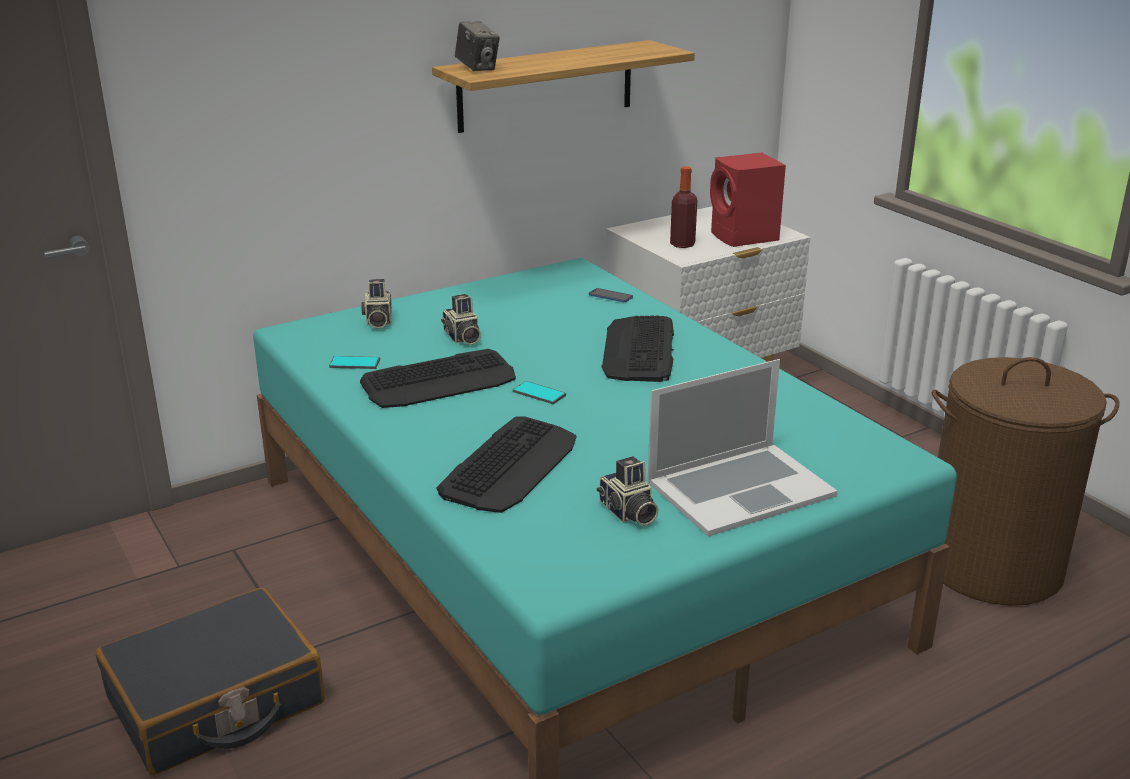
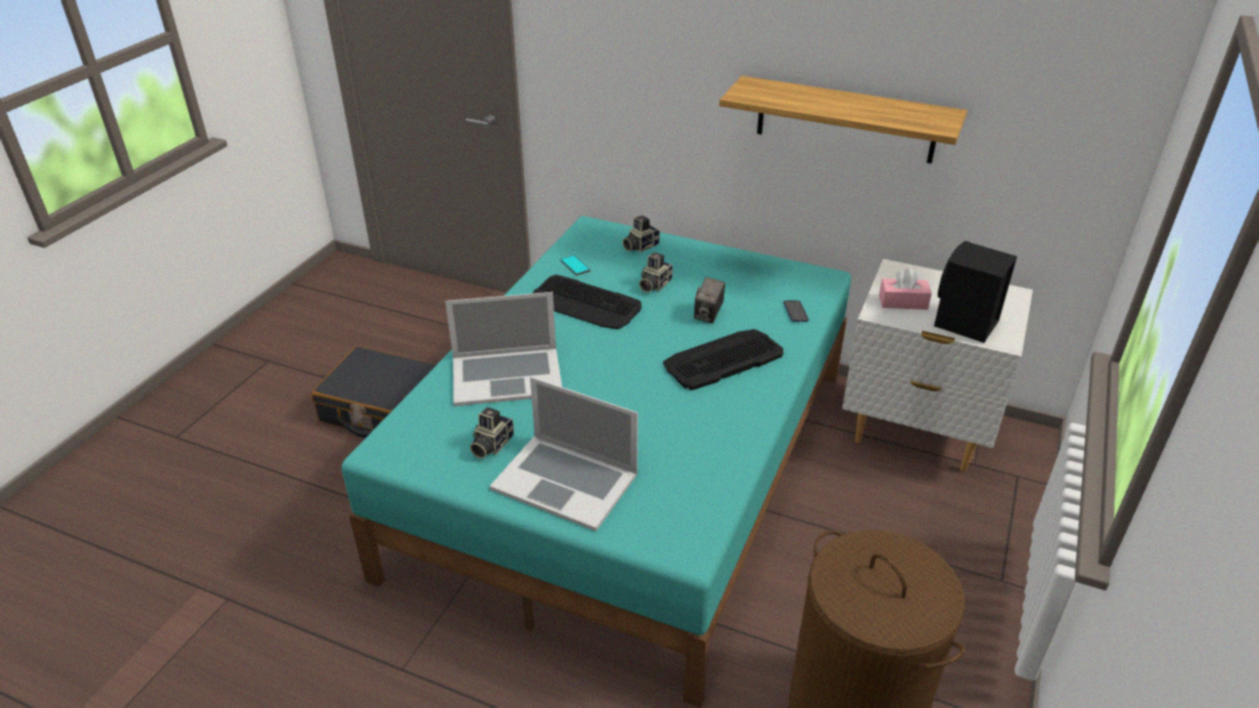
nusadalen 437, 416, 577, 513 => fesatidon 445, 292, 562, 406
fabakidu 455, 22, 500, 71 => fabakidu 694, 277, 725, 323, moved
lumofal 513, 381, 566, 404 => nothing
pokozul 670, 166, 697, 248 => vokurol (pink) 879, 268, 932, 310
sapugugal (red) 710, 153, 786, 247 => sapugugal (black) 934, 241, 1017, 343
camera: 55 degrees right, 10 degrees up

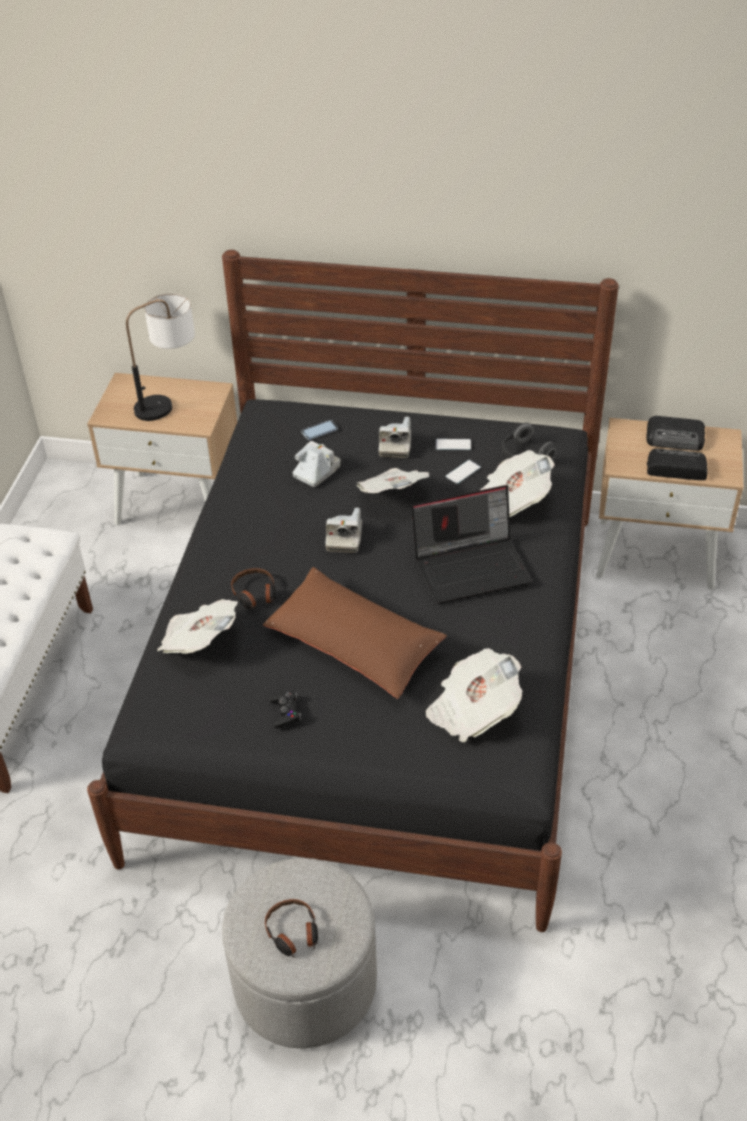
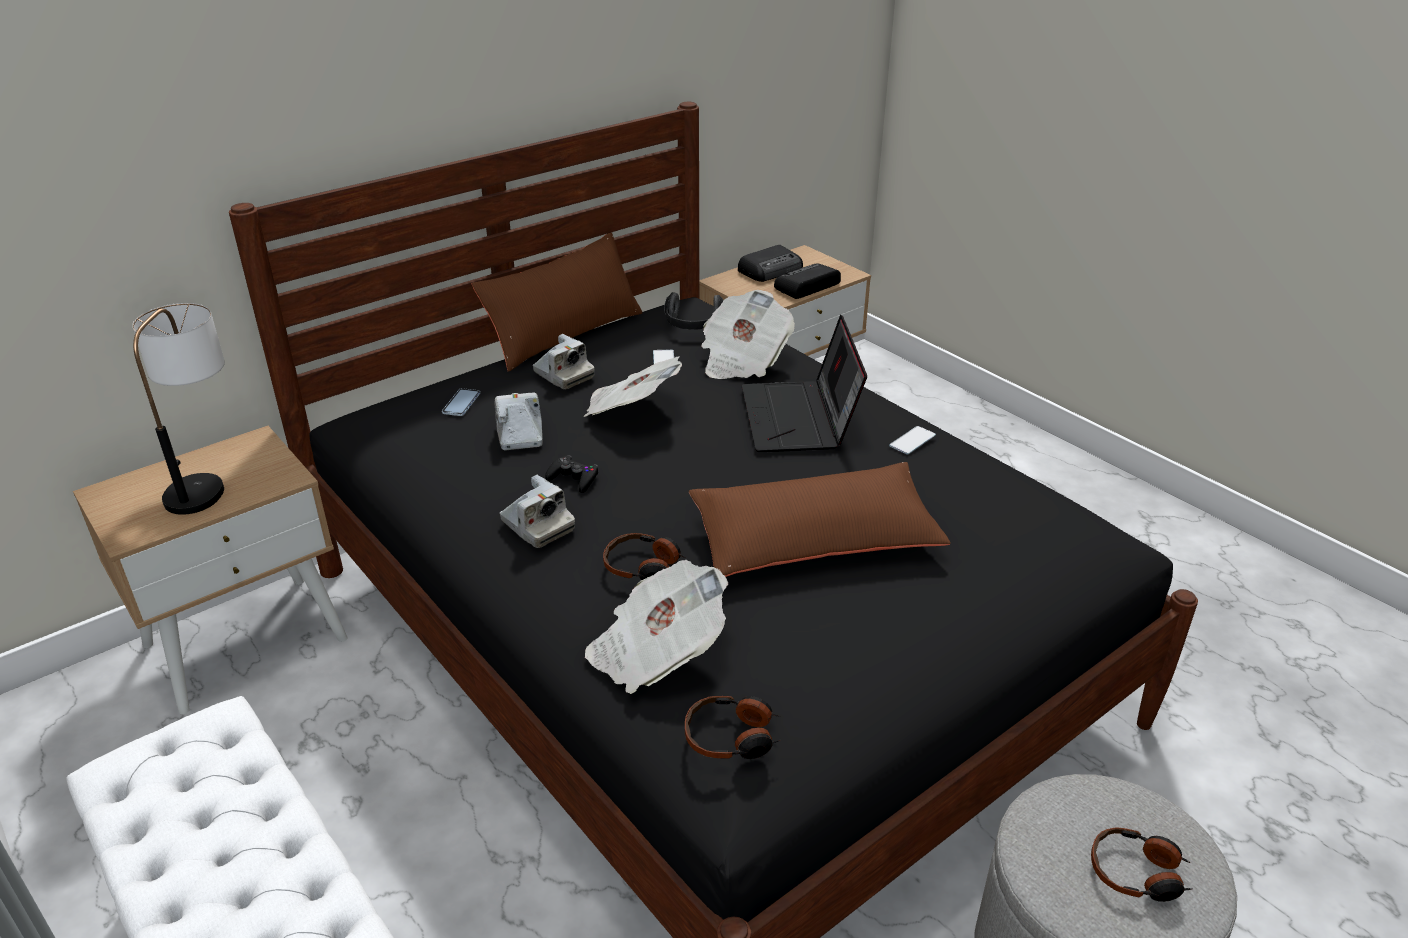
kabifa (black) 269, 691, 301, 729 => kabifa (black) 545, 455, 598, 493, moved
fabakidu 325, 508, 362, 553 => fabakidu 500, 475, 575, 548, moved
fesatidon 411, 485, 531, 604 => fesatidon 741, 315, 867, 452, 150 degrees clockwise
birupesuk 426, 648, 523, 742 => nothing
lumofal 436, 439, 471, 450 => lumofal 889, 426, 936, 454, moved
nothing => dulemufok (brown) 472, 232, 643, 372
nothing => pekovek 685, 696, 781, 759
camera: 50 degrees left, 10 degrees down

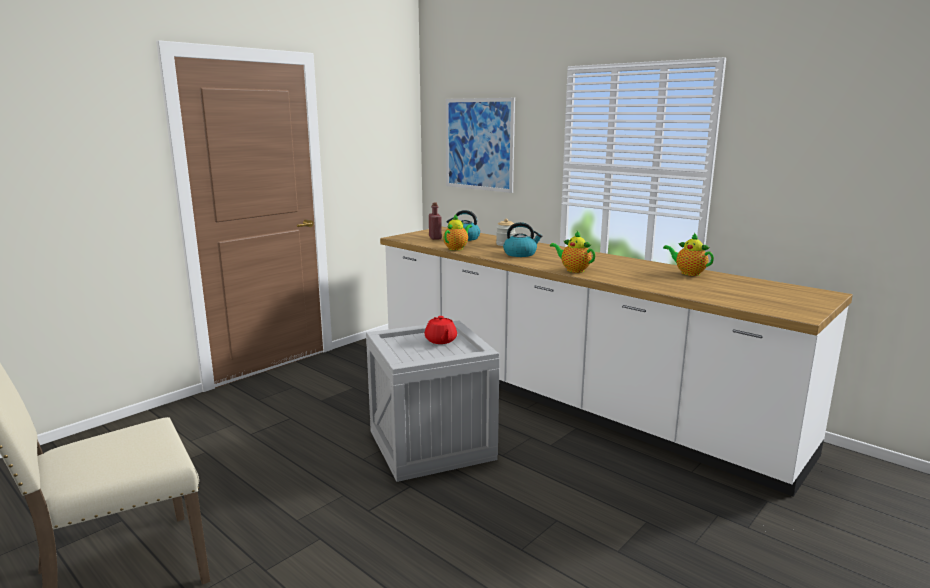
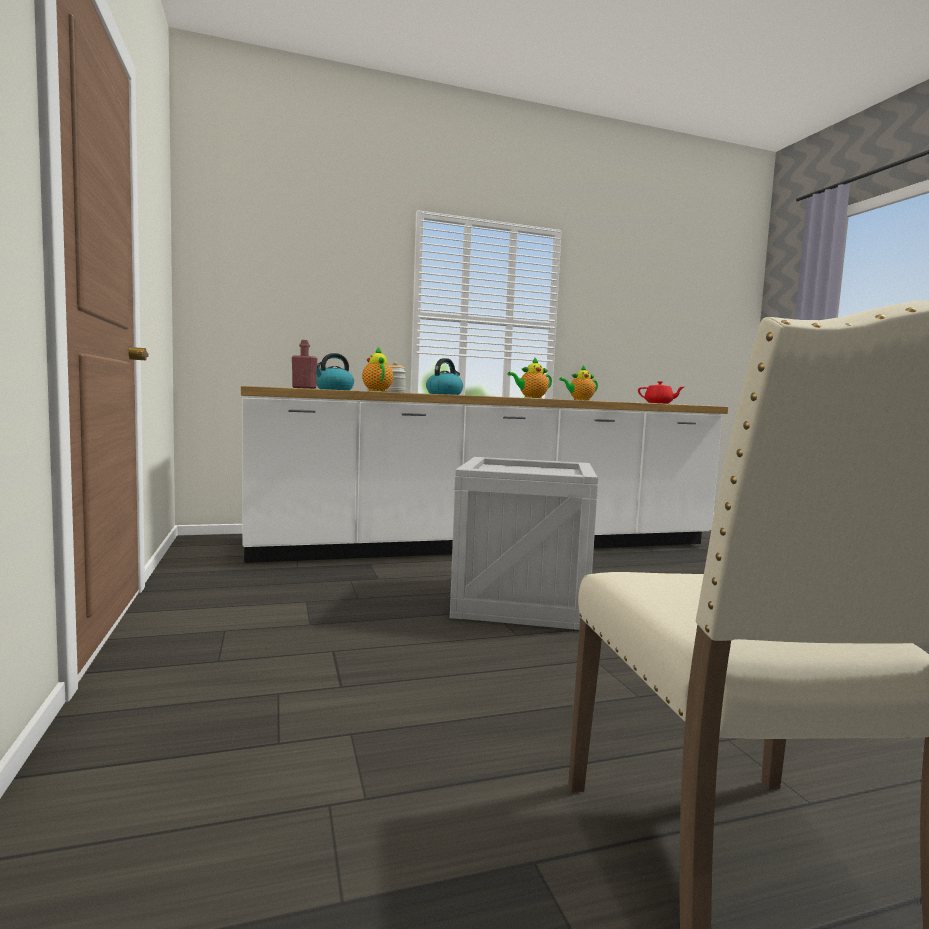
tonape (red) 425, 316, 457, 344 => tonape (red) 638, 381, 684, 404, moved
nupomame 446, 98, 515, 193 => nothing
camera: 60 degrees left, 10 degrees down

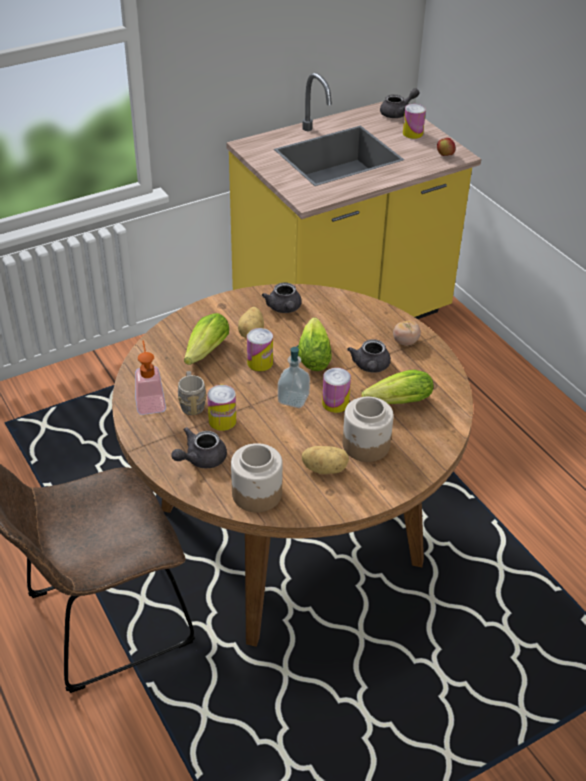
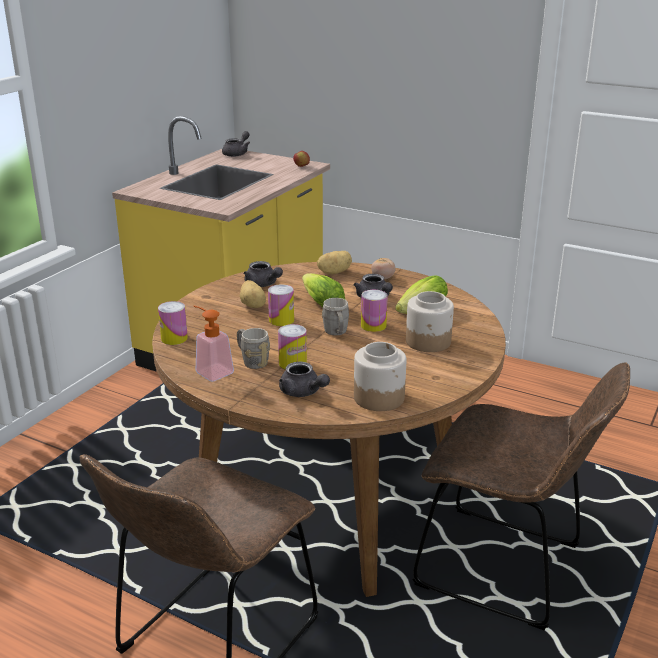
tonape (grey) 171, 427, 227, 469 => tonape (grey) 279, 362, 330, 397, 60 degrees counterclockwise
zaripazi 184, 313, 229, 365 => nothing
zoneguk 278, 345, 310, 408 => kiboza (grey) 322, 298, 349, 335
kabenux 302, 446, 349, 474 => kabenux 317, 251, 352, 274, moved
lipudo 403, 104, 426, 139 => lipudo 158, 301, 188, 345, moved
nothing => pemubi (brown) 412, 362, 630, 631
camera: 30 degrees left, 15 degrees down

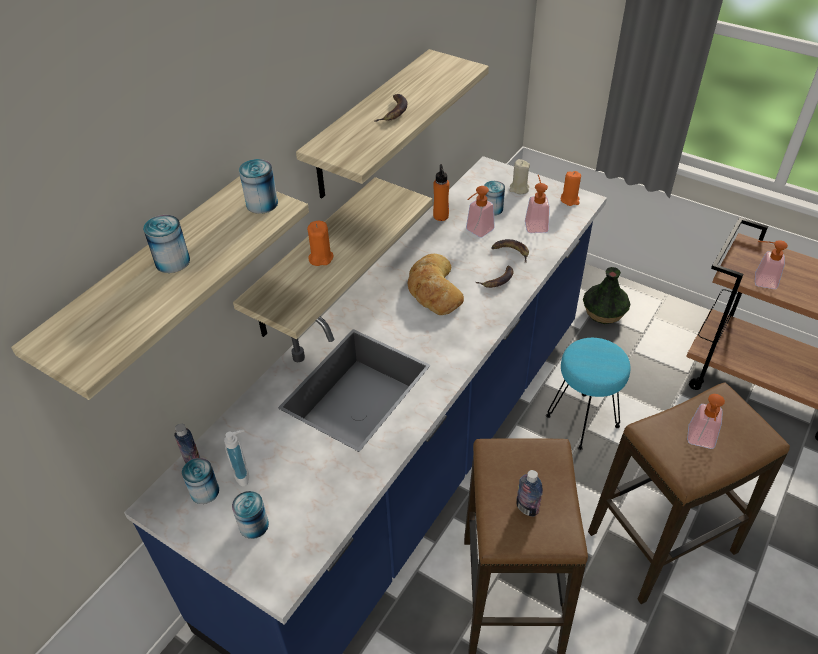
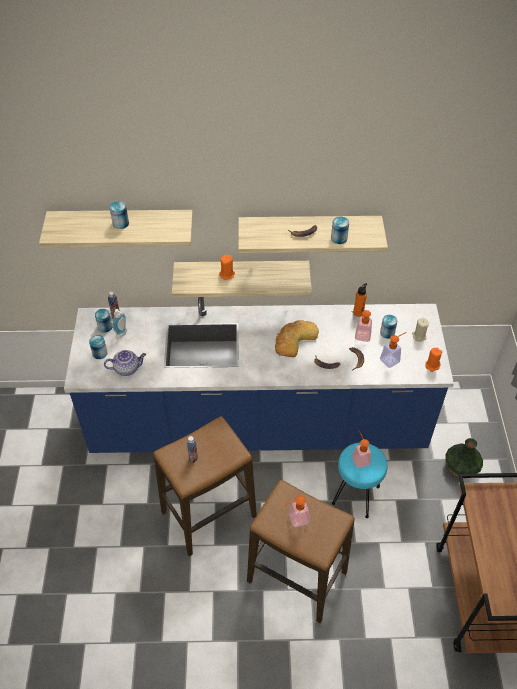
lipudo 239, 159, 278, 214 => lipudo 331, 216, 349, 244, moved
zoneguk 755, 240, 788, 289 => zoneguk 352, 431, 371, 468, moved
nothing => tonape 104, 350, 146, 376
camera: 55 degrees right, 5 degrees up

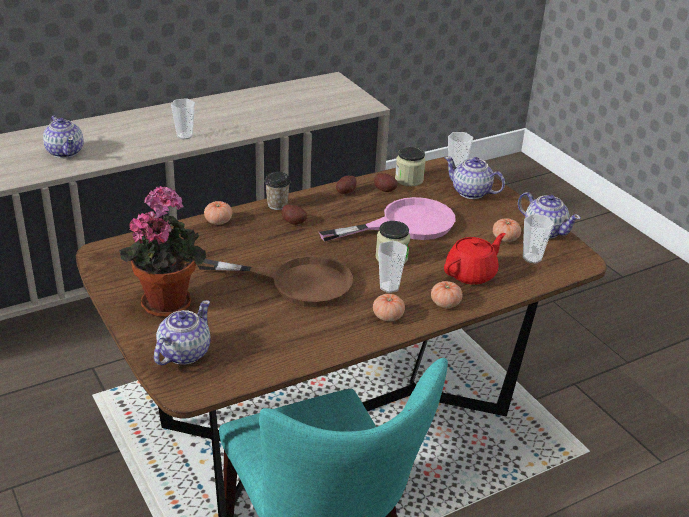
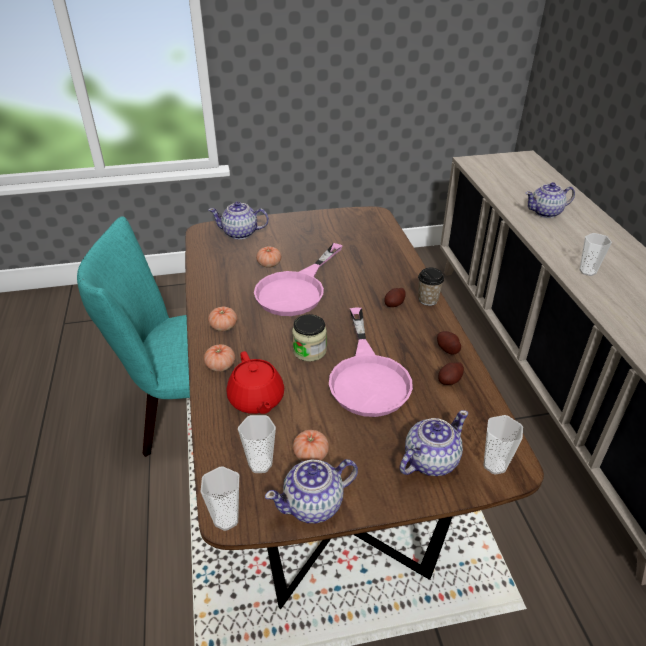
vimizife 119, 186, 206, 317 => nothing
tonape 154, 300, 211, 365 => tonape 209, 201, 269, 239, 135 degrees clockwise
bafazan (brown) 197, 255, 353, 307 => bafazan (pink) 254, 243, 342, 316
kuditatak 204, 201, 232, 225 => kuditatak 256, 246, 281, 268, moved
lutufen 378, 241, 407, 293 => lutufen 201, 467, 239, 531, moved
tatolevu 395, 147, 426, 186 => nothing
camera: 110 degrees right, 5 degrees up

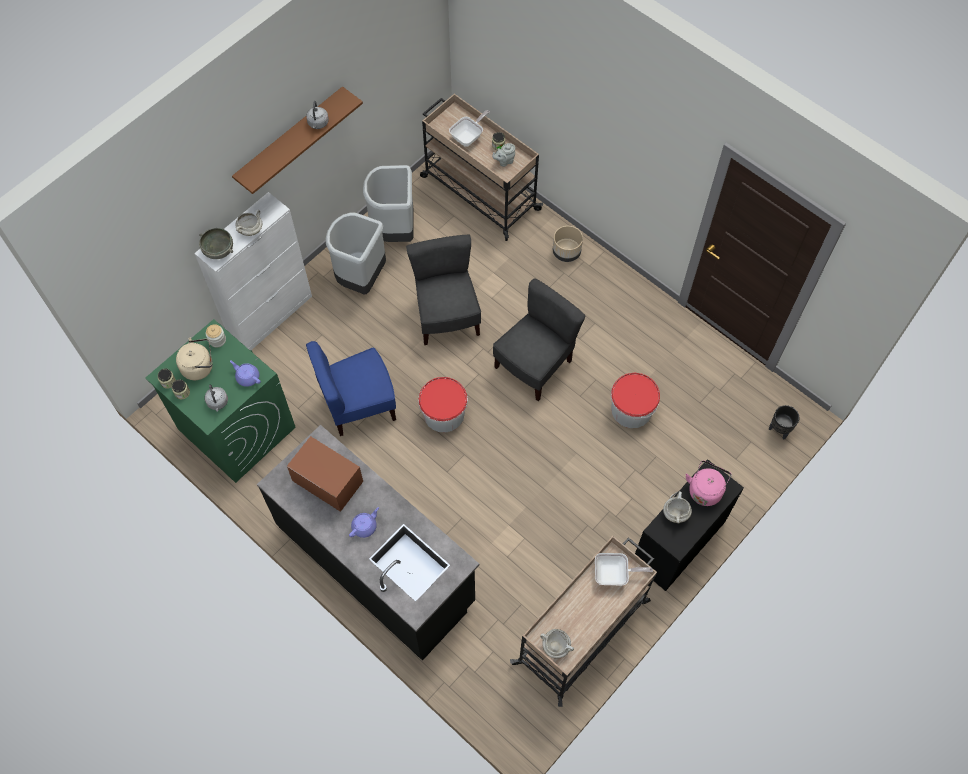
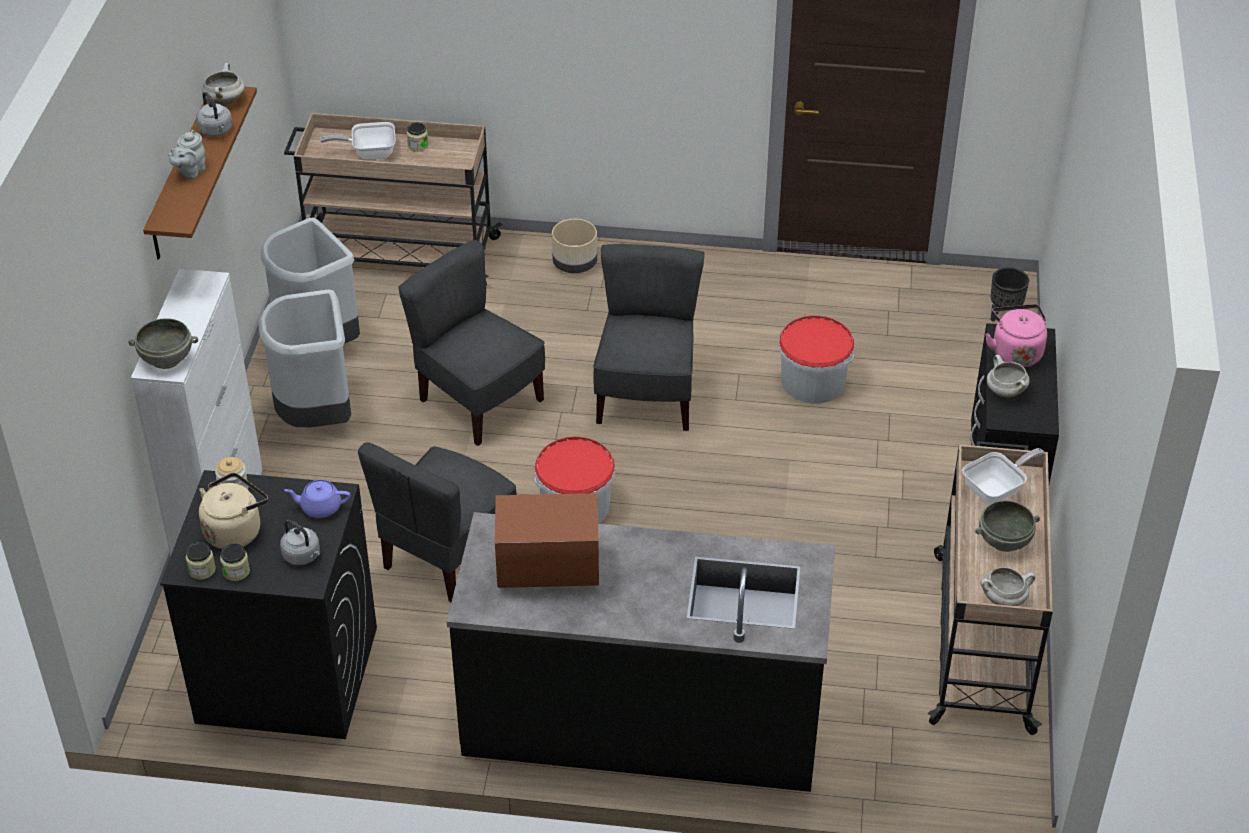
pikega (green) 145, 319, 295, 483 => pikega (black) 160, 470, 377, 739
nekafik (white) 235, 209, 262, 236 => nekafik (white) 202, 63, 245, 106, moved
pemubi (blue) 306, 341, 396, 436 => pemubi (grey) 358, 442, 517, 602
tonape (purple) 349, 507, 379, 538 => nothing
bafazan 449, 110, 490, 147 => bafazan 320, 122, 396, 160, 105 degrees counterclockwise
tonape (grey) 492, 143, 515, 167 => tonape (grey) 168, 130, 206, 179, moved
nothing => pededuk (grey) 975, 501, 1040, 552
camera: 35 degrees left, 20 degrees down

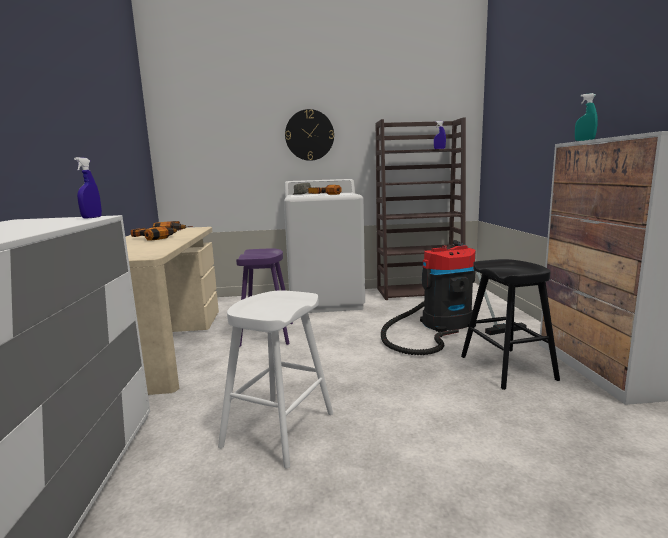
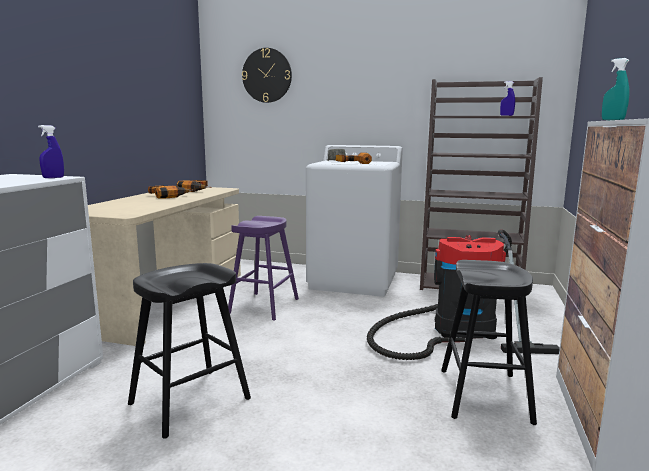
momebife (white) 218, 290, 333, 469 => momebife (black) 128, 263, 251, 439
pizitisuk 285, 109, 334, 161 => pizitisuk 242, 48, 292, 103, moved
camera: 20 degrees right, 0 degrees up

